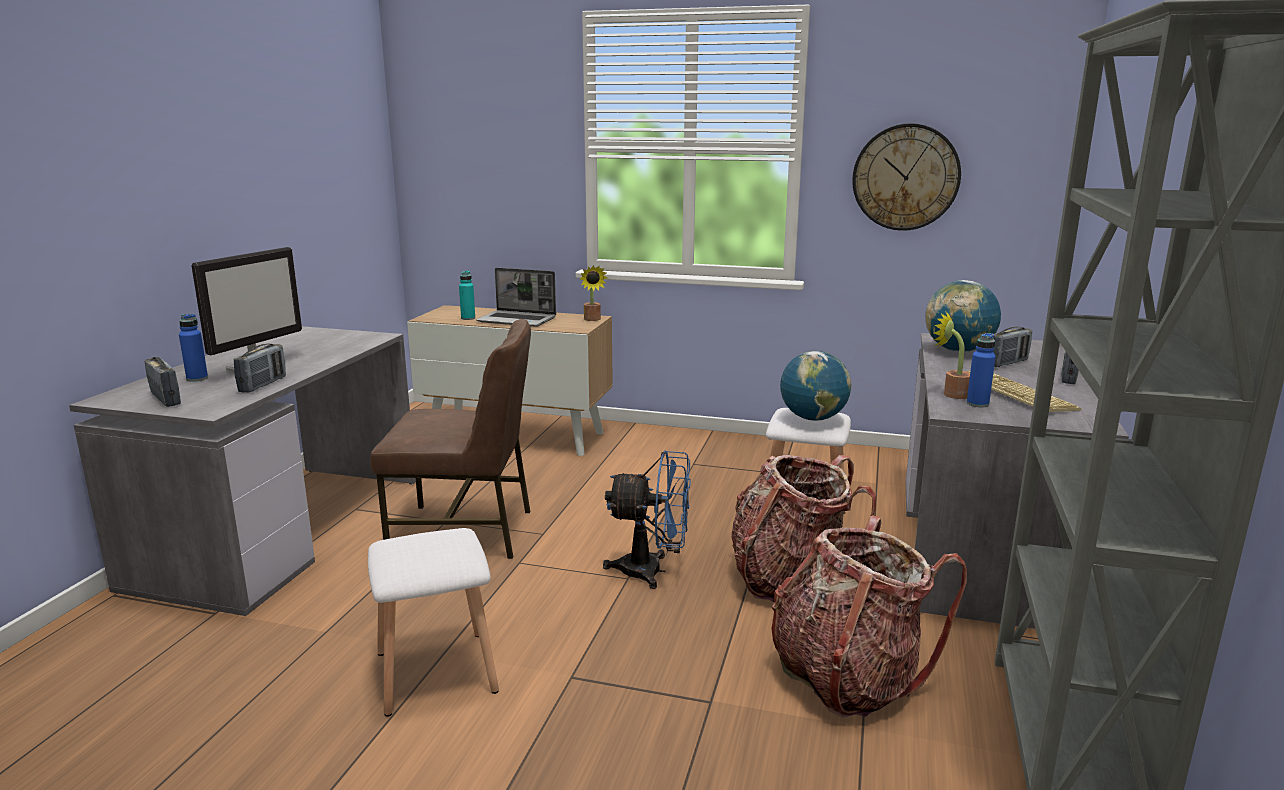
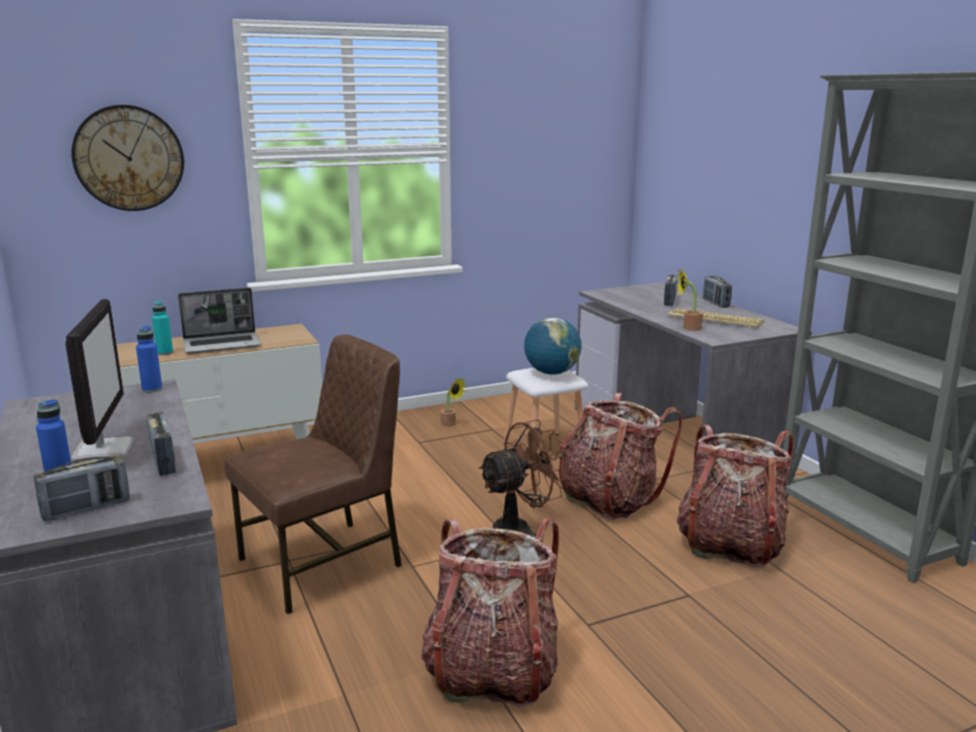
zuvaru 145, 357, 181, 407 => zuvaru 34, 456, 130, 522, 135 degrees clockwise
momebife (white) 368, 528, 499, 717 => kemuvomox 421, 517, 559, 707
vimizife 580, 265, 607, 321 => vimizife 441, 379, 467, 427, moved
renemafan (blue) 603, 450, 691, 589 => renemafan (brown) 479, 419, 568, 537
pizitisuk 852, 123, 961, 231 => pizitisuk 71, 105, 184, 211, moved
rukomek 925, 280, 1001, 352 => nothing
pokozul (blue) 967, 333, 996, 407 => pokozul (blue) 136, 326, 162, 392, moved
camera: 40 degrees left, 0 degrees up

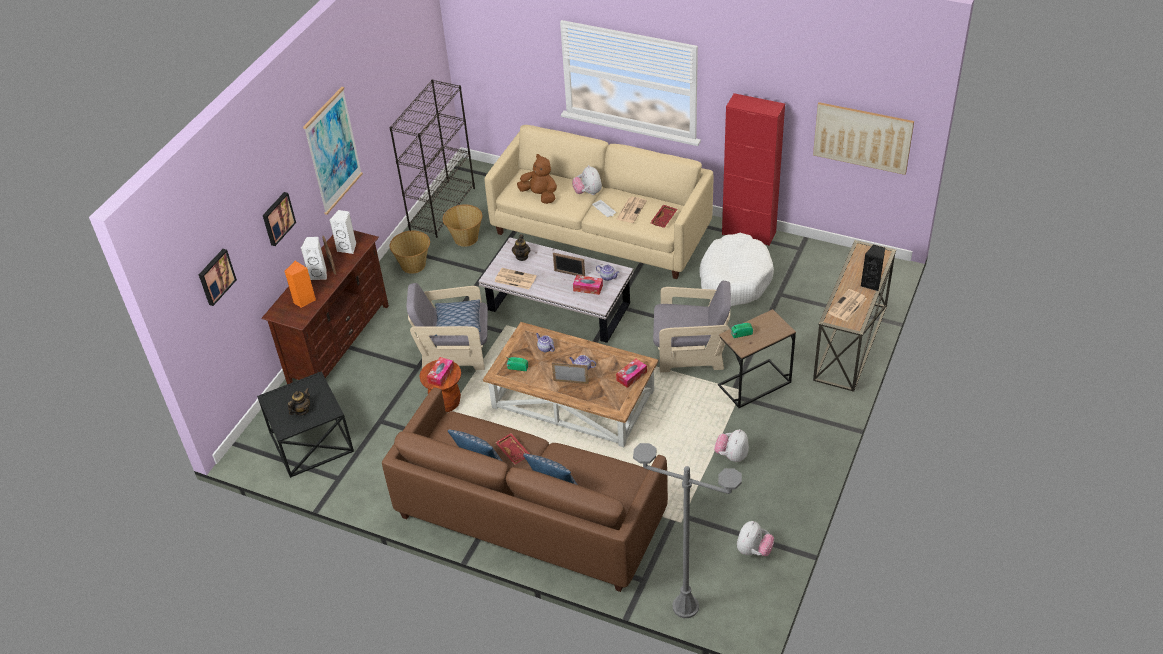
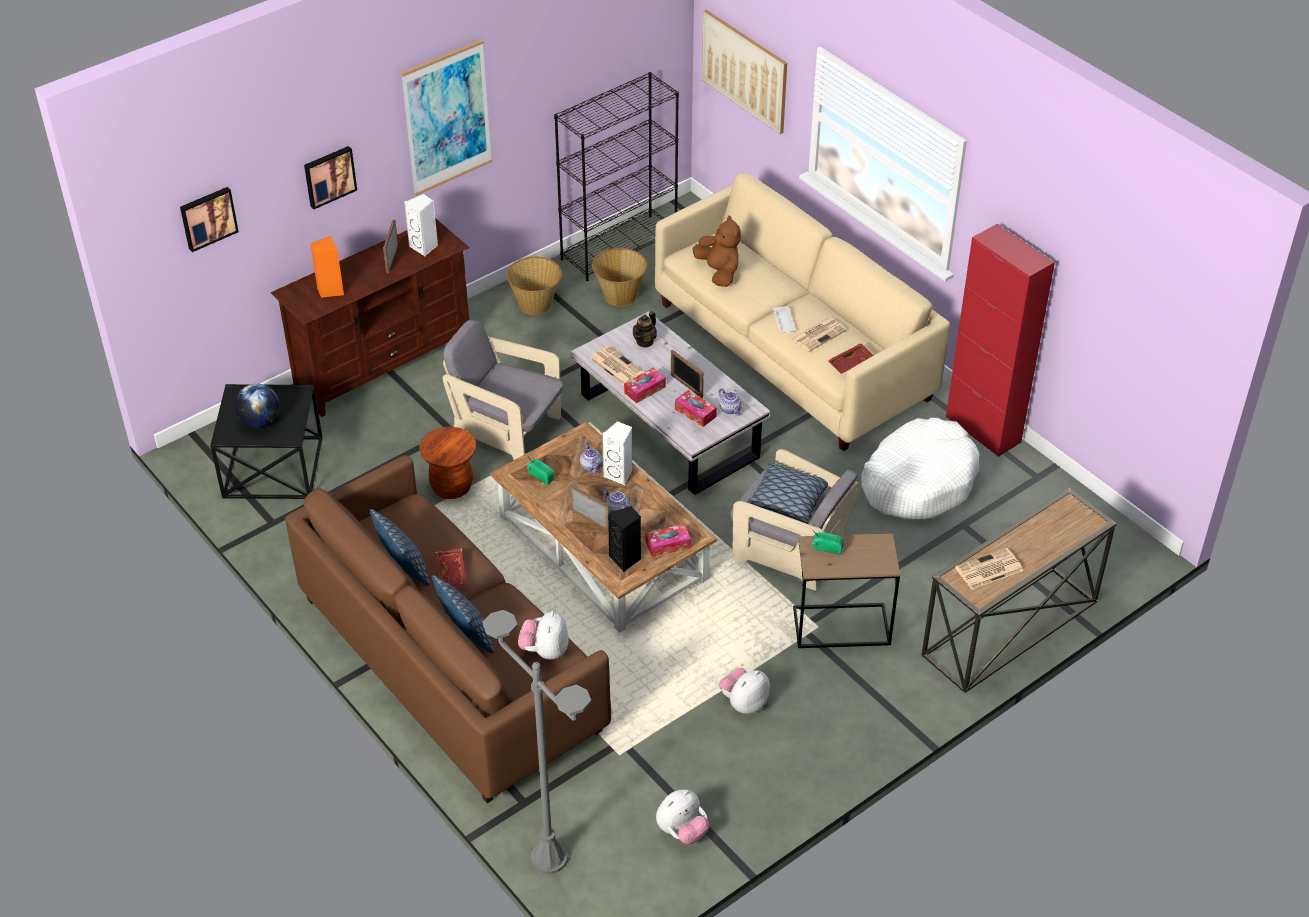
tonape 288, 388, 310, 415 => rukomek 235, 384, 280, 428
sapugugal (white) 301, 237, 327, 280 => sapugugal (white) 602, 421, 632, 485, moved
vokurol 427, 357, 454, 387 => vokurol 624, 368, 666, 403, moved
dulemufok 435, 299, 481, 336 => dulemufok 747, 461, 828, 524, moved
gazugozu 572, 165, 602, 195 => gazugozu 518, 611, 569, 660, moved
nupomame 813, 102, 914, 175 => nupomame 702, 10, 787, 134, moved
sapugugal (black) 861, 245, 885, 291 => sapugugal (black) 608, 506, 641, 572, moved
camera: 25 degrees right, 0 degrees up

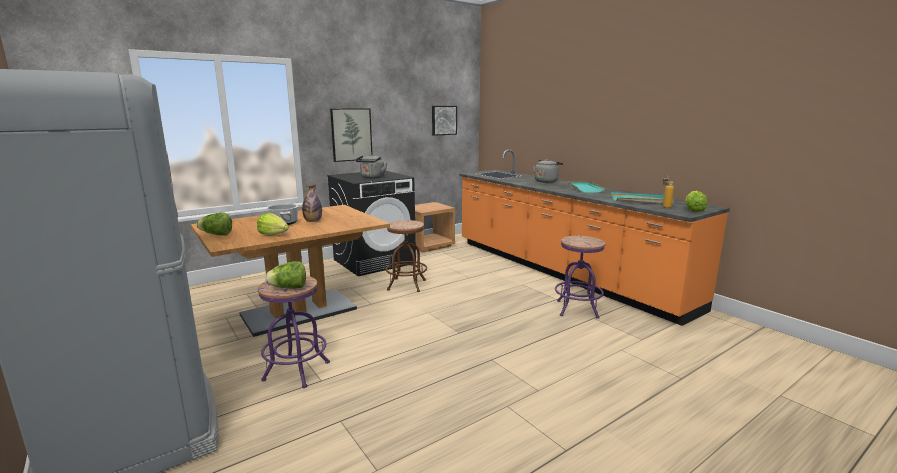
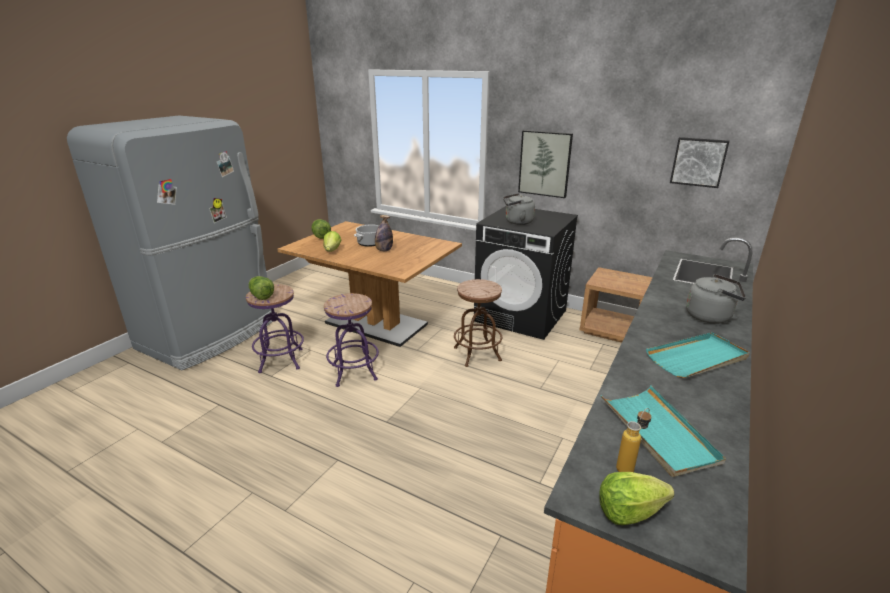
momebife (purple) 555, 236, 605, 319 => momebife (purple) 324, 293, 379, 387, moved
camera: 65 degrees right, 10 degrees up

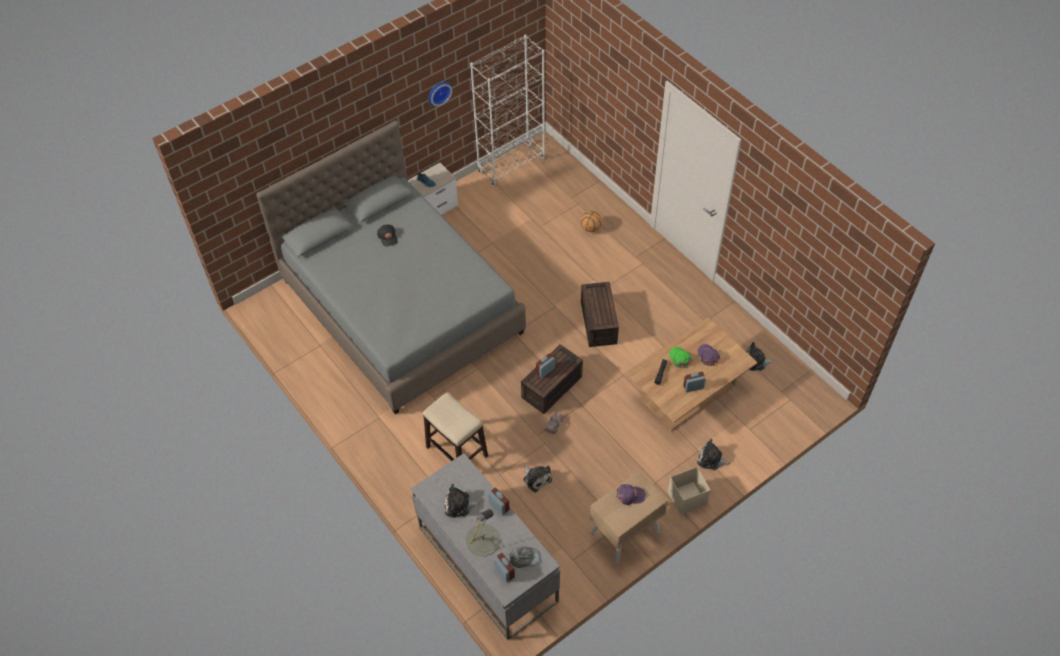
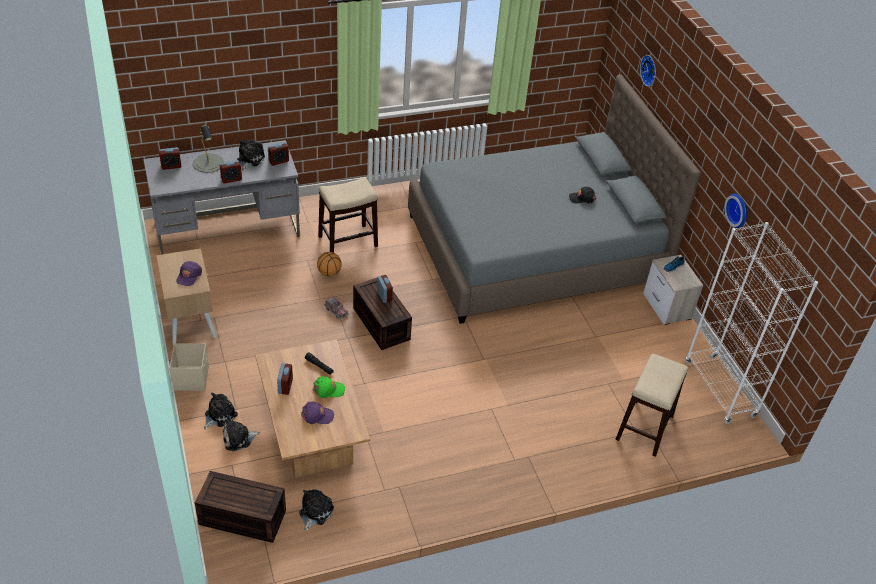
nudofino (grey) 510, 546, 541, 568 => nothing
gazugozu 523, 466, 552, 492 => gazugozu 223, 415, 260, 451, moved
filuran 581, 211, 602, 232 => filuran 317, 252, 342, 276, moved
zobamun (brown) 581, 282, 619, 347 => zobamun (brown) 195, 471, 286, 543, moved
nothing => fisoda 268, 142, 289, 166
nothing => momebife 615, 354, 688, 457
nothing => pizitisuk 640, 55, 656, 87
camera: 105 degrees right, 10 degrees down

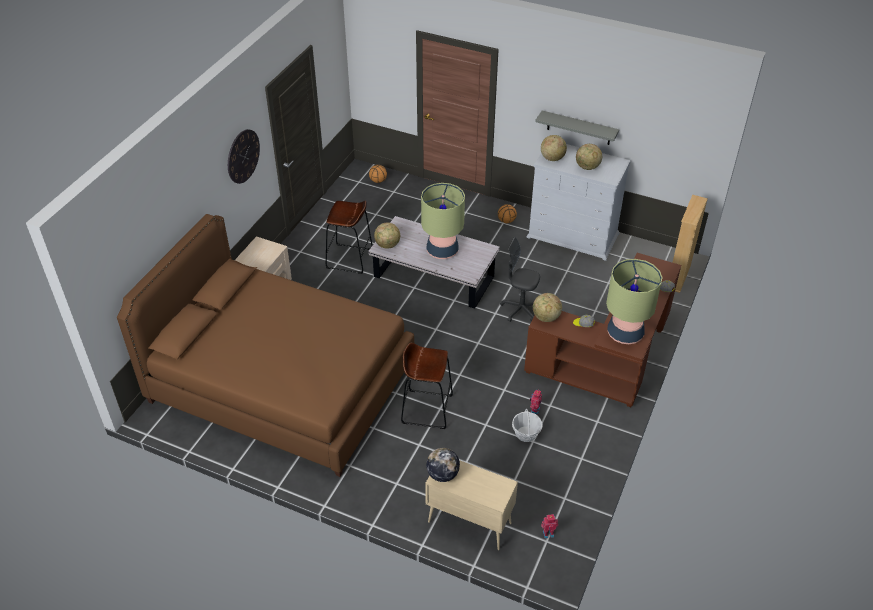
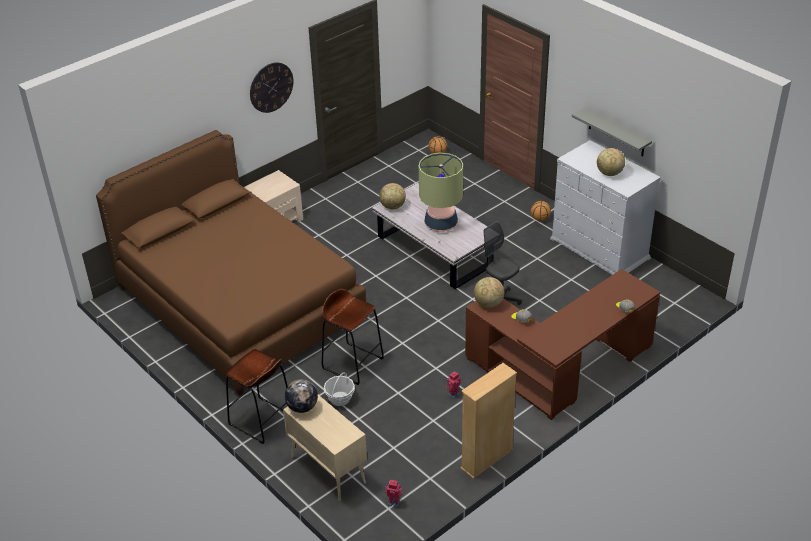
momebife (brown) 326, 201, 373, 274 => momebife (brown) 226, 349, 288, 444, moved
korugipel 512, 409, 543, 442 => korugipel 324, 373, 355, 406, moved
rukomek 541, 135, 567, 161 => nothing
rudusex 606, 259, 663, 344 => nothing
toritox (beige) 672, 195, 708, 293 => toritox (beige) 460, 363, 517, 479, moved
camera: 25 degrees right, 5 degrees down

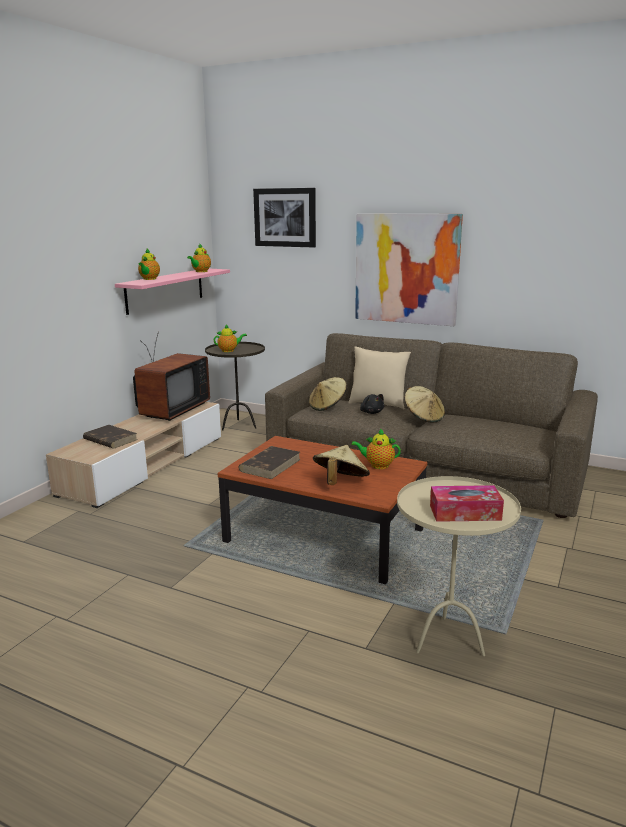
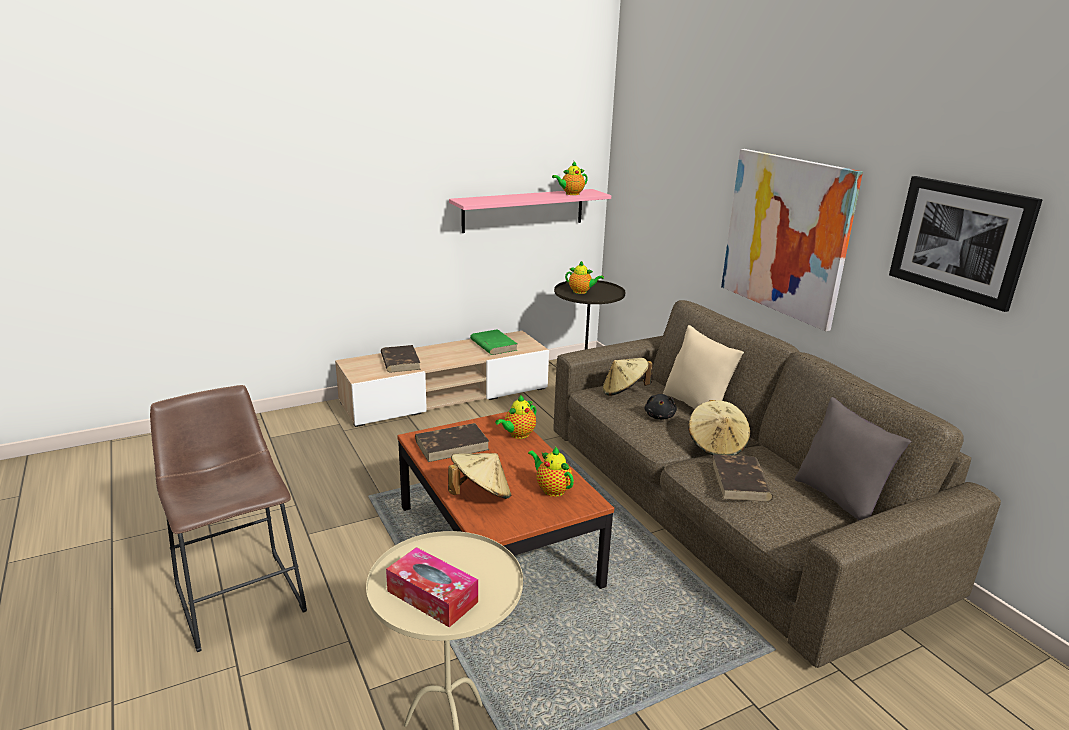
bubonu 133, 331, 210, 421 => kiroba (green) 470, 329, 517, 355
tonape 138, 249, 160, 280 => tonape 495, 395, 536, 439, moved
nupomame 253, 188, 316, 247 => nupomame 889, 176, 1042, 312, moved
nothing => momebife (brown) 150, 385, 307, 652
nothing => kiroba (brown) 712, 454, 773, 502
nothing => dulemufok (grey) 794, 397, 911, 521
camera: 35 degrees right, 5 degrees up

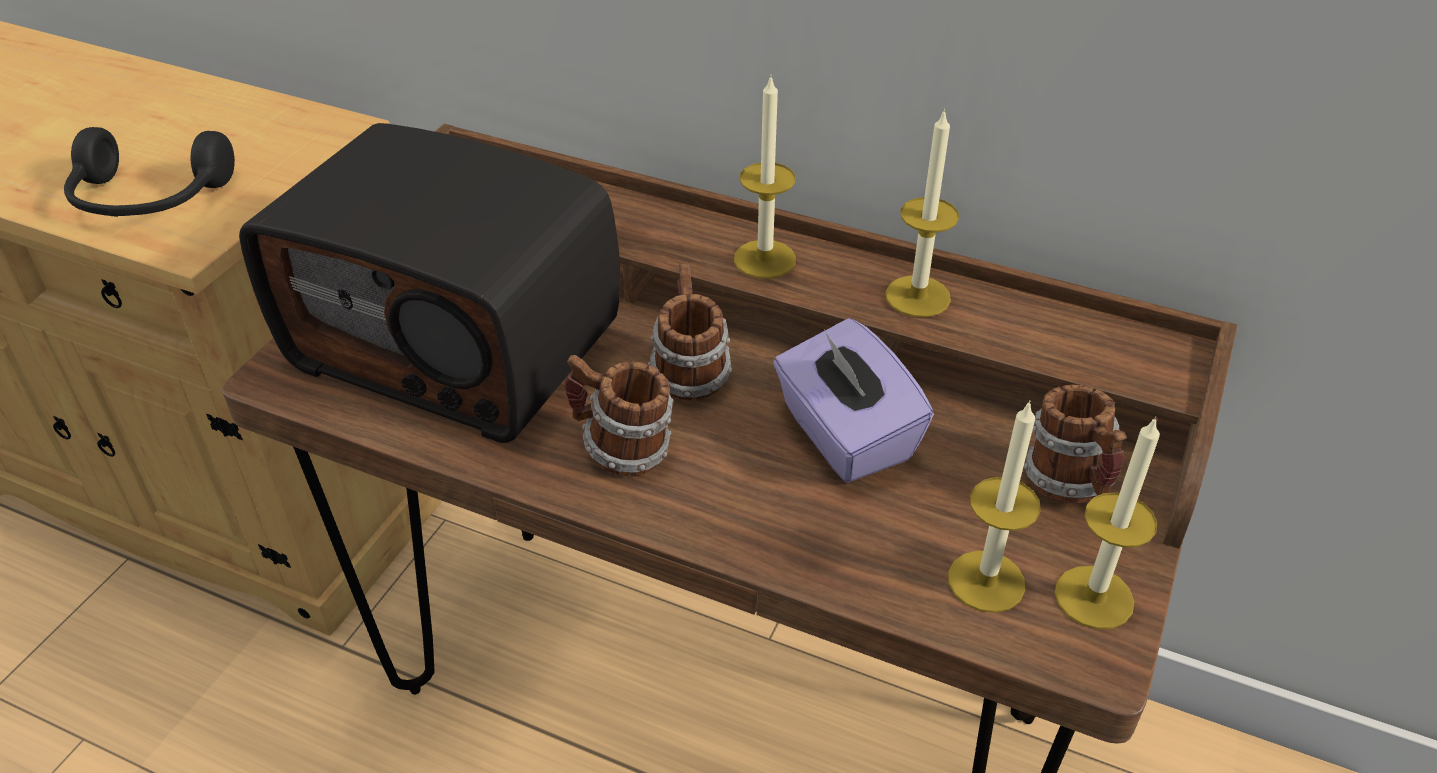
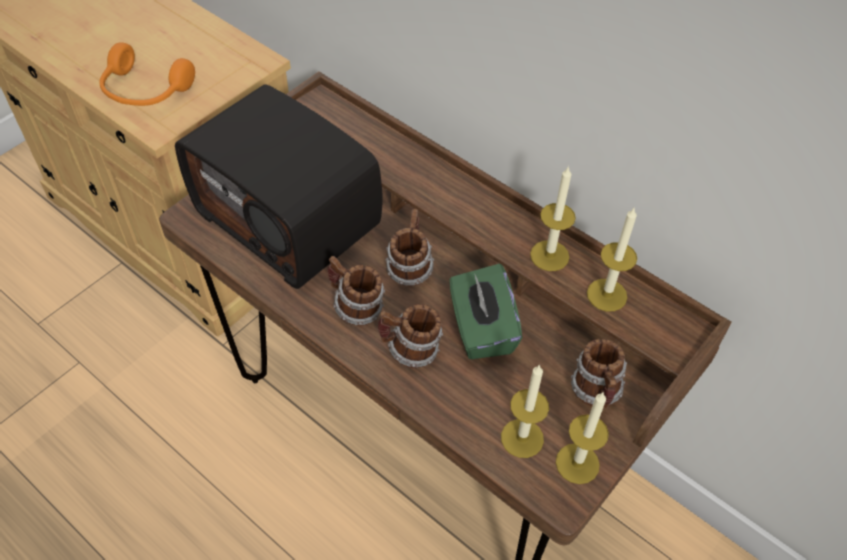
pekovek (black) 64, 127, 235, 217 => pekovek (orange) 99, 42, 195, 106
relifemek 734, 74, 796, 279 => relifemek 587, 208, 637, 311, moved
vokurol (purple) 773, 318, 934, 483 => vokurol (green) 450, 264, 522, 359
nothing => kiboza 378, 304, 443, 369
camera: 15 degrees right, 10 degrees up

